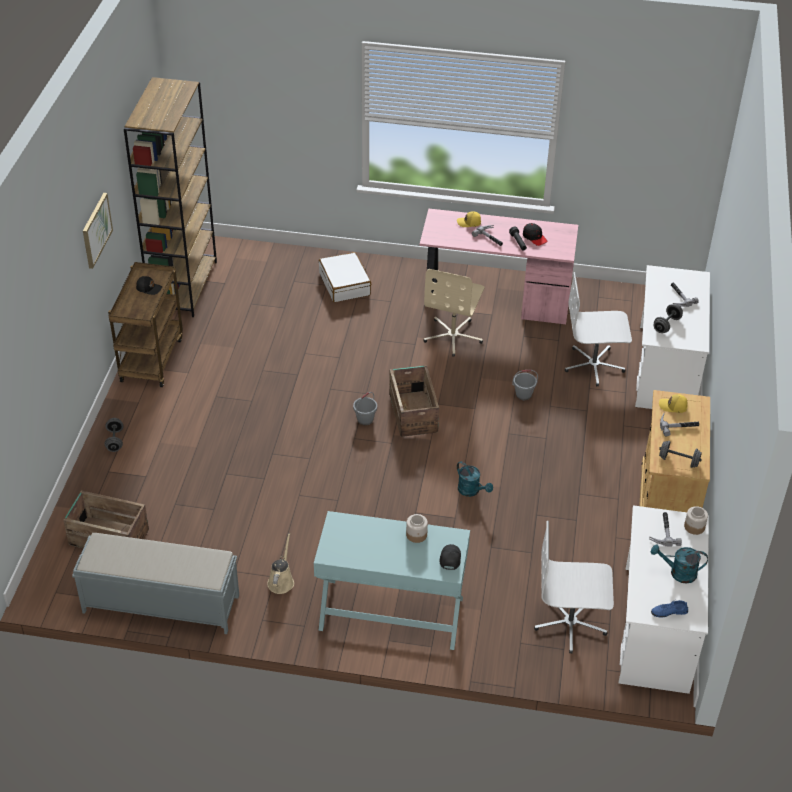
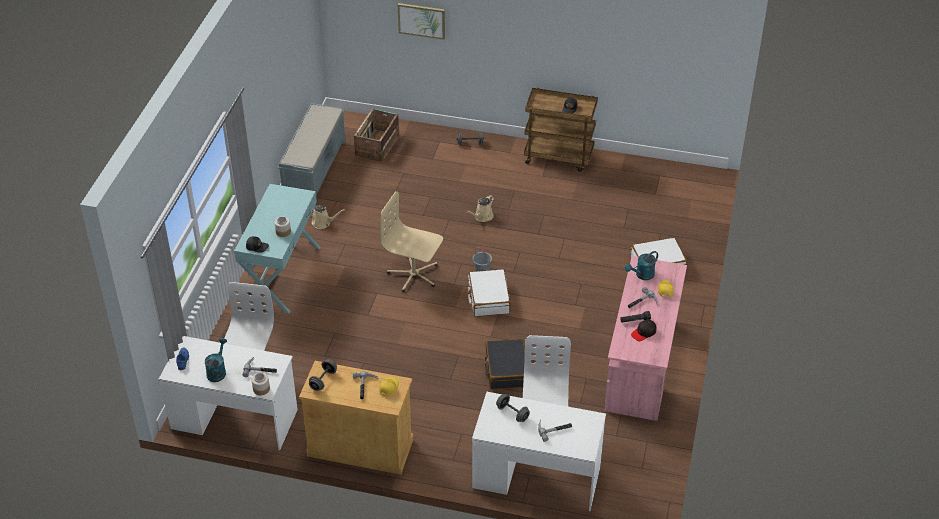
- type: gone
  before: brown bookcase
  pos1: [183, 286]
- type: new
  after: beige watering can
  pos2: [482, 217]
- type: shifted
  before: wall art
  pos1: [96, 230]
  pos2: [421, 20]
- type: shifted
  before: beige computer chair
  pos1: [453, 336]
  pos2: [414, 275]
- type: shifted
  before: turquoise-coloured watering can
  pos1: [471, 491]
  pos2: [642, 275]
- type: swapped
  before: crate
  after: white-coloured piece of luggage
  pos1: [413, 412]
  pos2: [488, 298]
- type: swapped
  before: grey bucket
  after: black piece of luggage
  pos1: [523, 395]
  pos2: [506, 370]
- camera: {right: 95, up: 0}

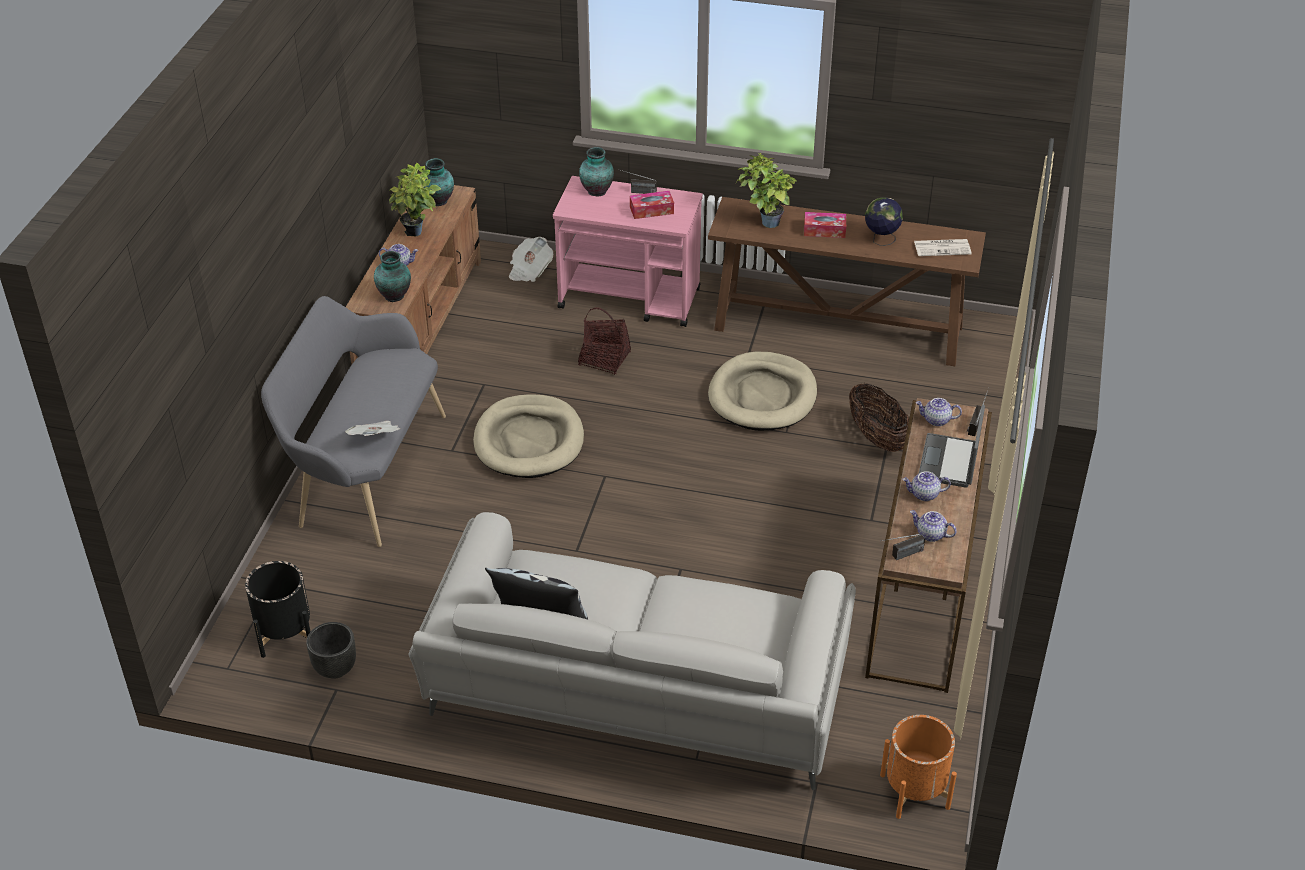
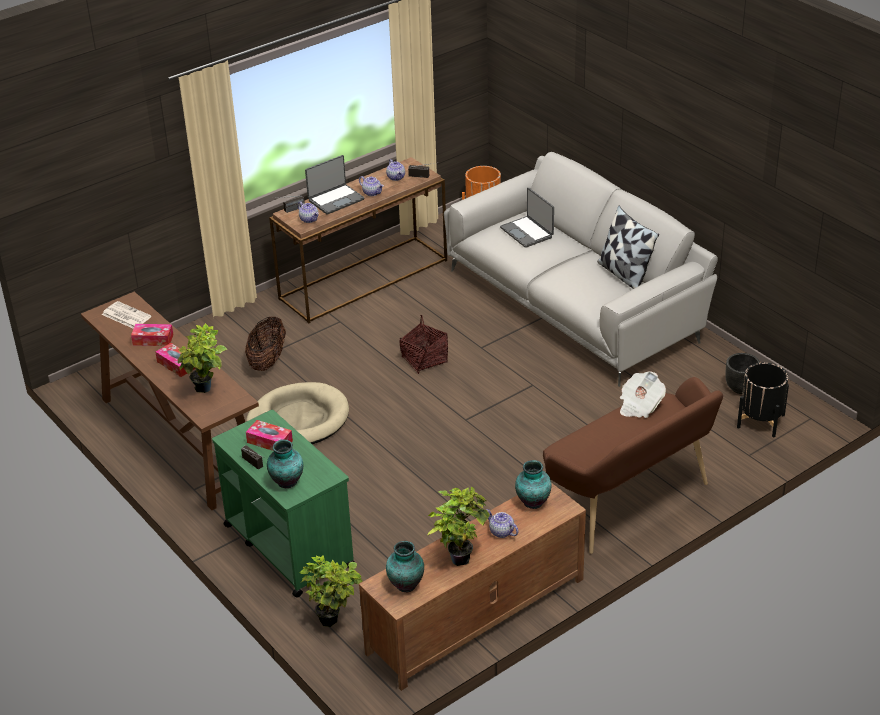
- type: gone
  before: beige dog bed
  pos1: [529, 441]
- type: new
  after: laptop
  pos2: [527, 232]
- type: shifted
  before: basket
  pos1: [604, 359]
  pos2: [424, 360]
- type: swapped
  before: printed paper
  after: houseplant
  pos1: [529, 270]
  pos2: [334, 620]
- type: swapped
  before: world globe
  after: box of tissues
  pos1: [881, 240]
  pos2: [153, 340]
- type: repainted
  before: grey indoor bench
  after: brown indoor bench
  pos1: [365, 471]
  pos2: [629, 503]
- type: repainted
  before: pink wheeled cart
  after: green wheeled cart
  pos1: [630, 299]
  pos2: [288, 545]
- camera: {right: -140, up: -5}

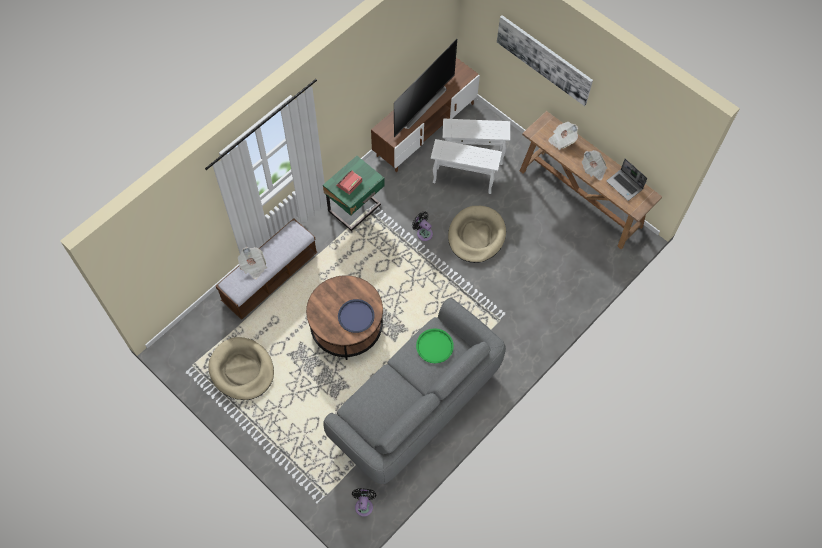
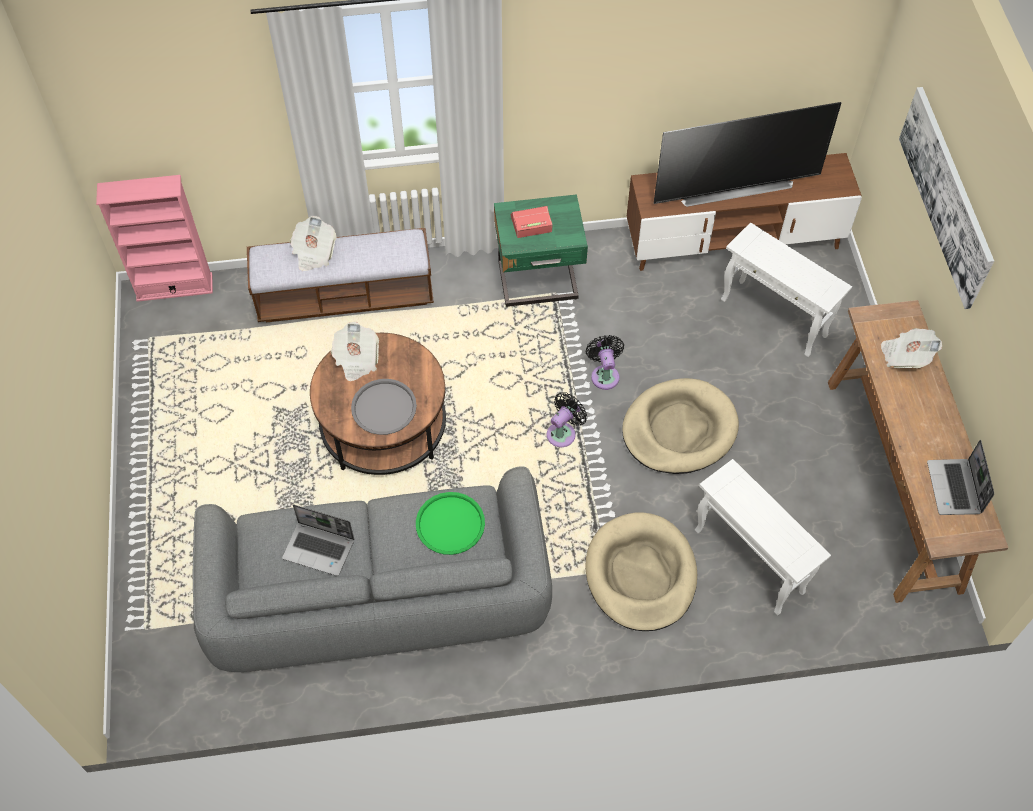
- type: new
  after: pink bookcase
  pos2: [174, 287]
- type: new
  after: laptop
  pos2: [320, 549]
- type: shifted
  before: beige dog bed
  pos1: [242, 370]
  pos2: [640, 574]
- type: shifted
  before: black electric fan
  pos1: [364, 505]
  pos2: [563, 432]
- type: shifted
  before: white-coloured accent table
  pos1: [463, 180]
  pos2: [748, 561]
- type: shifted
  before: printed paper
  pos1: [593, 169]
  pos2: [356, 360]
- type: repainted
  before: bluish serving tray
  after: grey serving tray
  pos1: [356, 316]
  pos2: [384, 407]
- camera: {right: 40, up: -5}

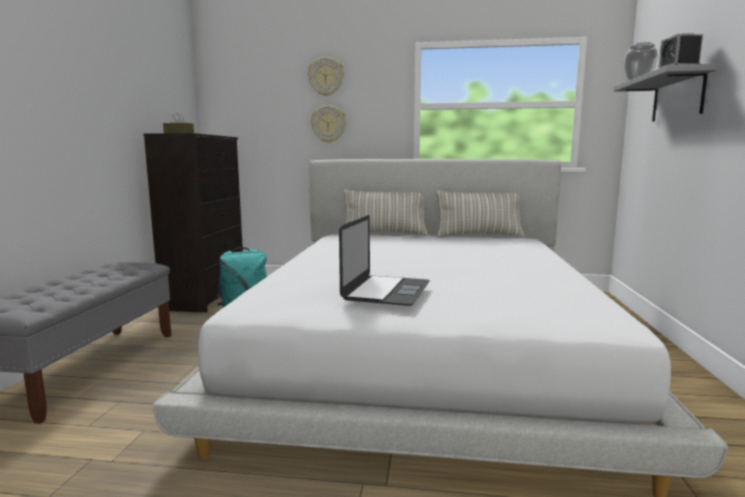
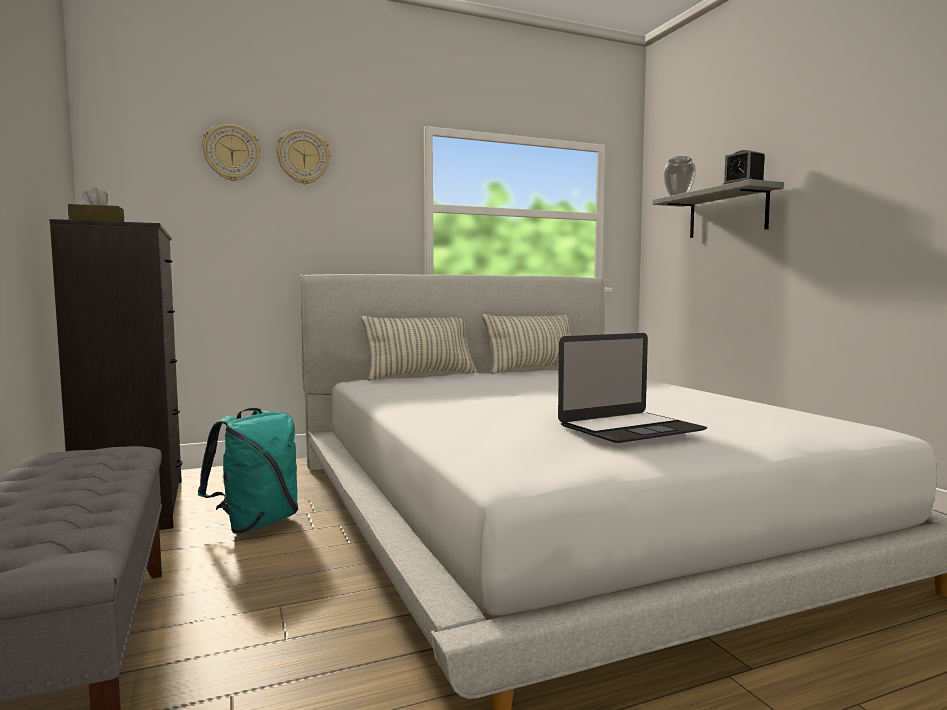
- type: shifted
  before: clock on the wall
  pos1: [328, 124]
  pos2: [231, 153]
- type: rotated
  before: laptop
  pos1: [386, 290]
  pos2: [630, 427]
  turn: 75
- camera: {right: -30, up: -5}

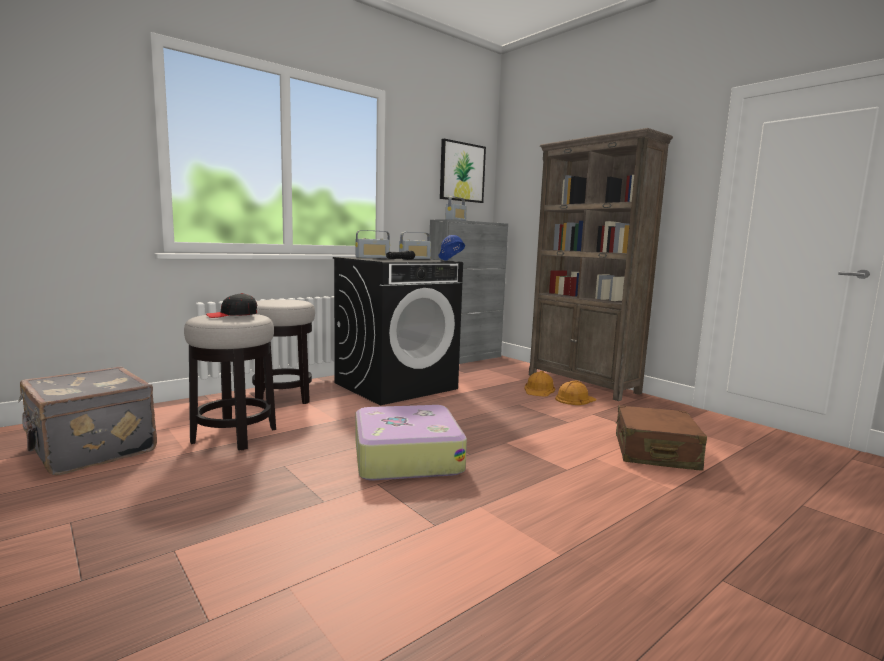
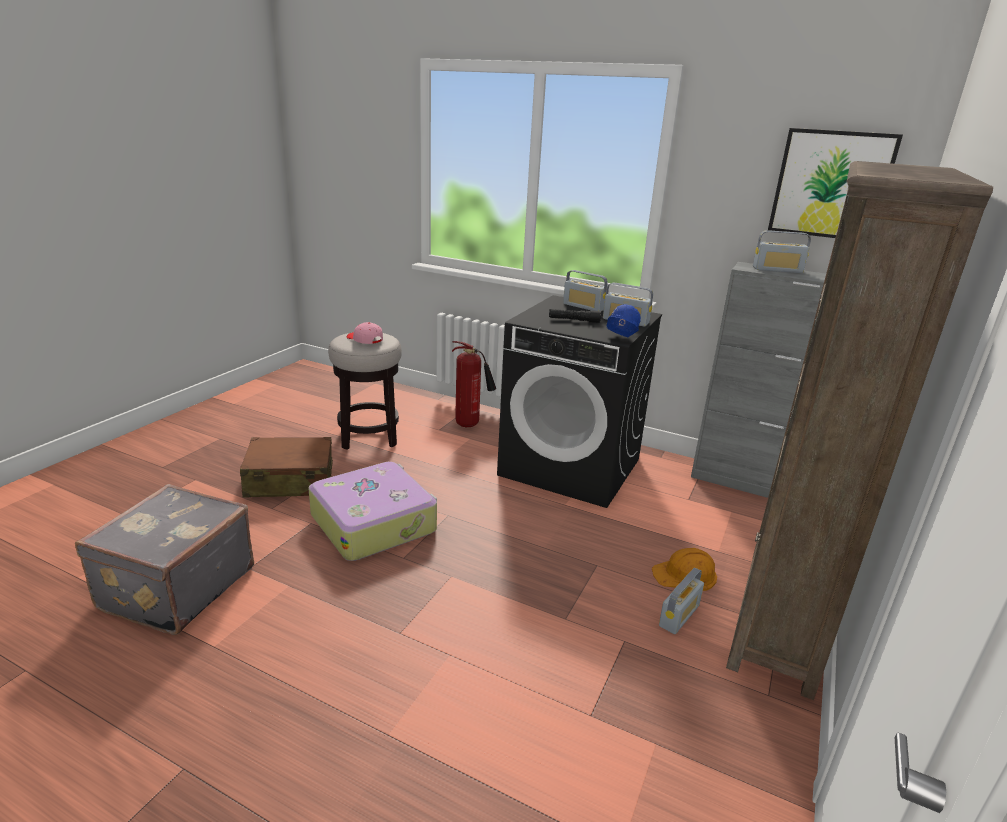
- type: shifted
  before: grey piece of luggage
  pos1: [90, 449]
  pos2: [175, 587]
- type: shifted
  before: brown piece of luggage
  pos1: [655, 452]
  pos2: [289, 480]
- type: swapped
  before: stool seat
  after: fire extinguisher
  pos1: [282, 398]
  pos2: [470, 425]
- type: swapped
  before: orange work helmet
  after: radio
  pos1: [574, 399]
  pos2: [679, 615]
- type: repainted
  before: black cap
  after: pink cap
  pos1: [233, 315]
  pos2: [364, 339]
- camera: {right: 65, up: 15}

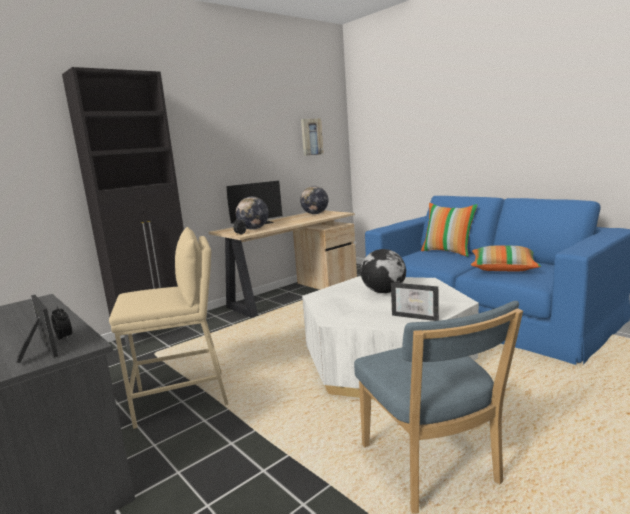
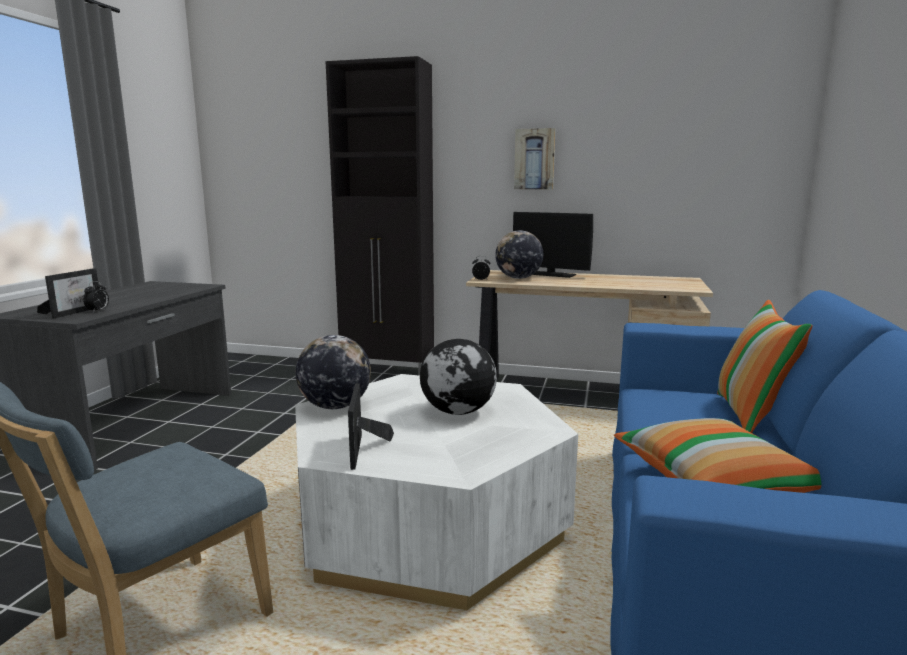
- type: gone
  before: beige stool seat
  pos1: [182, 398]
- type: shifted
  before: world globe
  pos1: [315, 214]
  pos2: [335, 406]
- type: shifted
  before: wall art
  pos1: [311, 137]
  pos2: [534, 159]
- camera: {right: 55, up: 0}

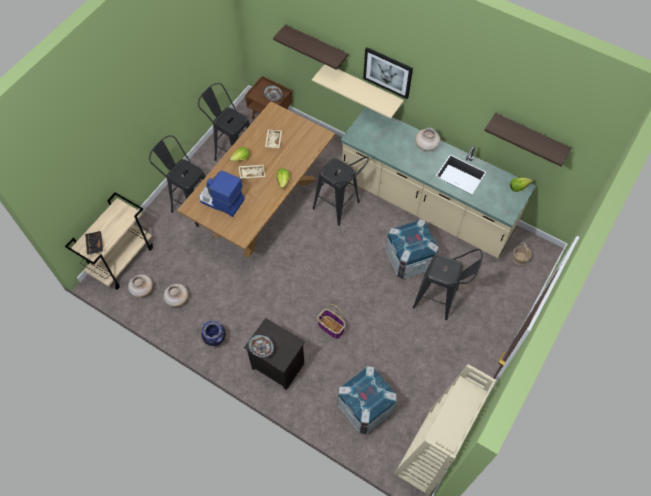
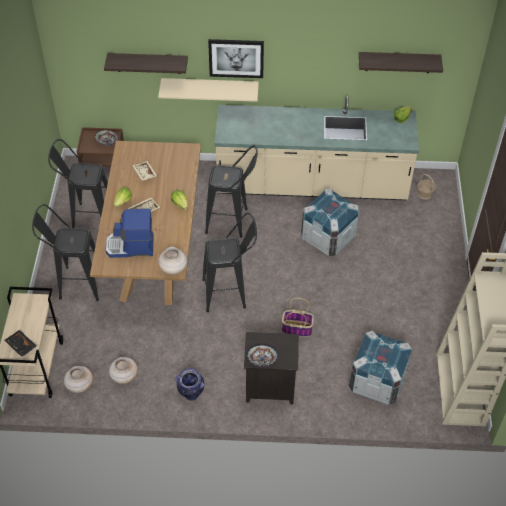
- type: shifted
  before: black stool seat
  pos1: [440, 300]
  pos2: [230, 293]
- type: shifted
  before: beige decorative vase
  pos1: [426, 146]
  pos2: [173, 268]
- camera: {right: -30, up: -10}

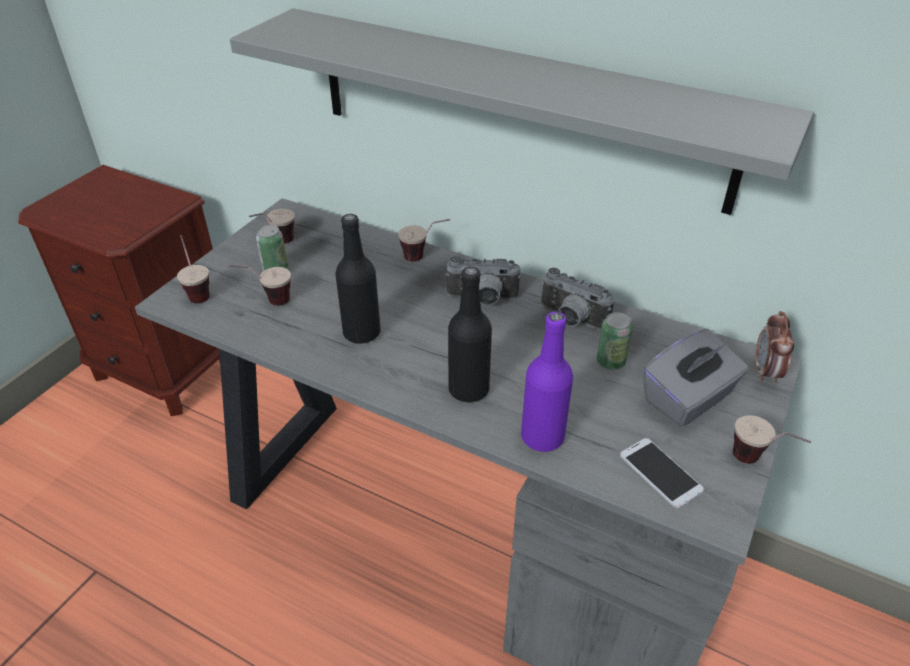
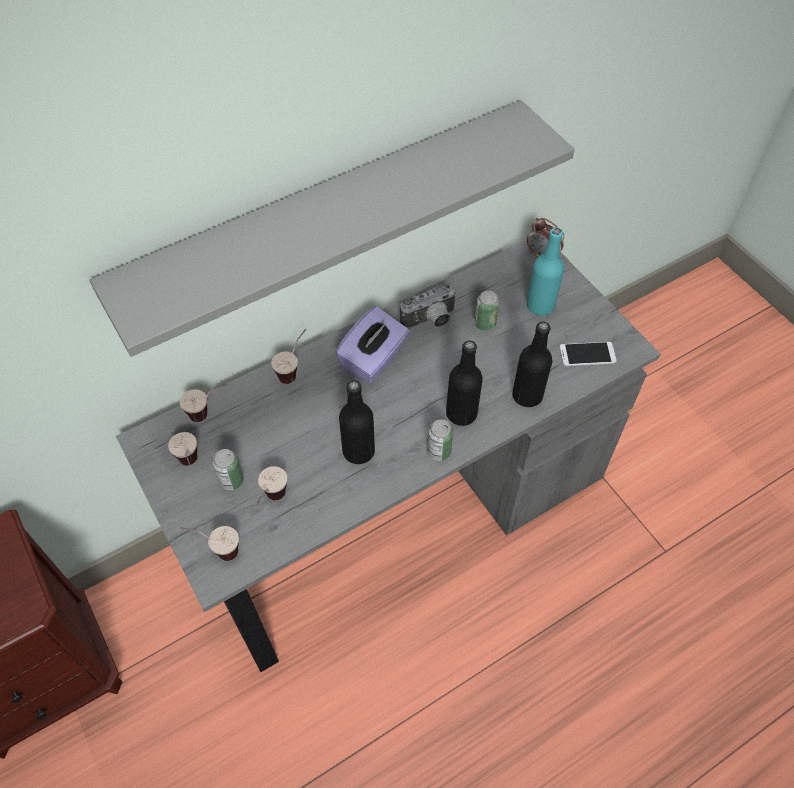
- type: new
  after: sealed can
  pos2: [439, 451]
- type: shifted
  before: small cup
  pos1: [759, 463]
  pos2: [209, 413]
- type: swapped
  before: photo camera
  after: purplish box of tissues
  pos1: [482, 300]
  pos2: [373, 359]
- type: swapped
  before: grey box of tissues
  after: turquoise-coloured beverage bottle
  pos1: [688, 399]
  pos2: [540, 305]
- type: repainted
  before: purplish beverage bottle
  after: black beverage bottle
  pos1: [542, 437]
  pos2: [527, 395]
- camera: {right: -60, up: 15}

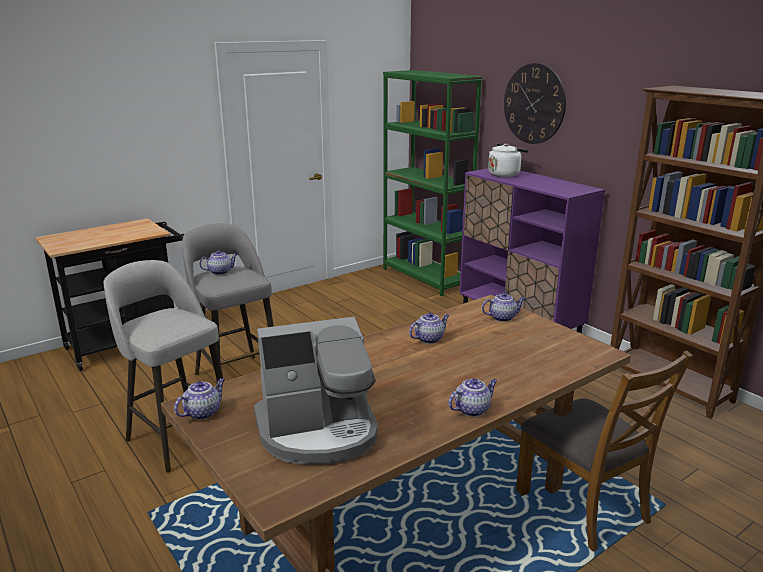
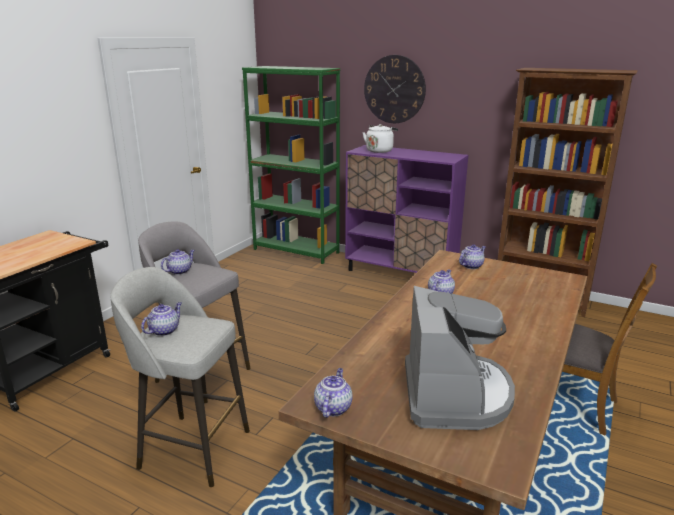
- type: shifted
  before: teapot
  pos1: [472, 409]
  pos2: [164, 330]
- type: rotated
  before: coffee machine
  pos1: [318, 431]
  pos2: [455, 394]
  turn: -45
- camera: {right: -25, up: 0}

